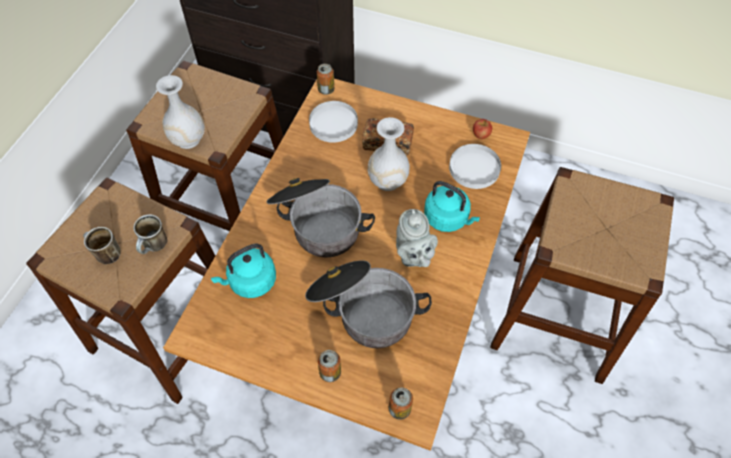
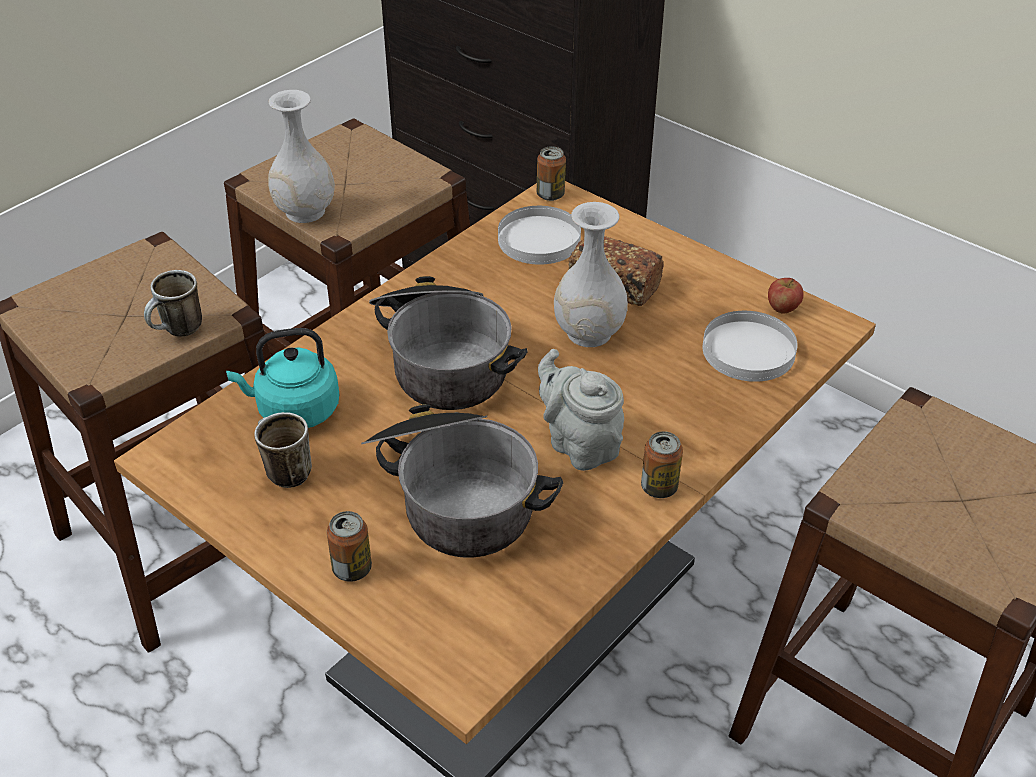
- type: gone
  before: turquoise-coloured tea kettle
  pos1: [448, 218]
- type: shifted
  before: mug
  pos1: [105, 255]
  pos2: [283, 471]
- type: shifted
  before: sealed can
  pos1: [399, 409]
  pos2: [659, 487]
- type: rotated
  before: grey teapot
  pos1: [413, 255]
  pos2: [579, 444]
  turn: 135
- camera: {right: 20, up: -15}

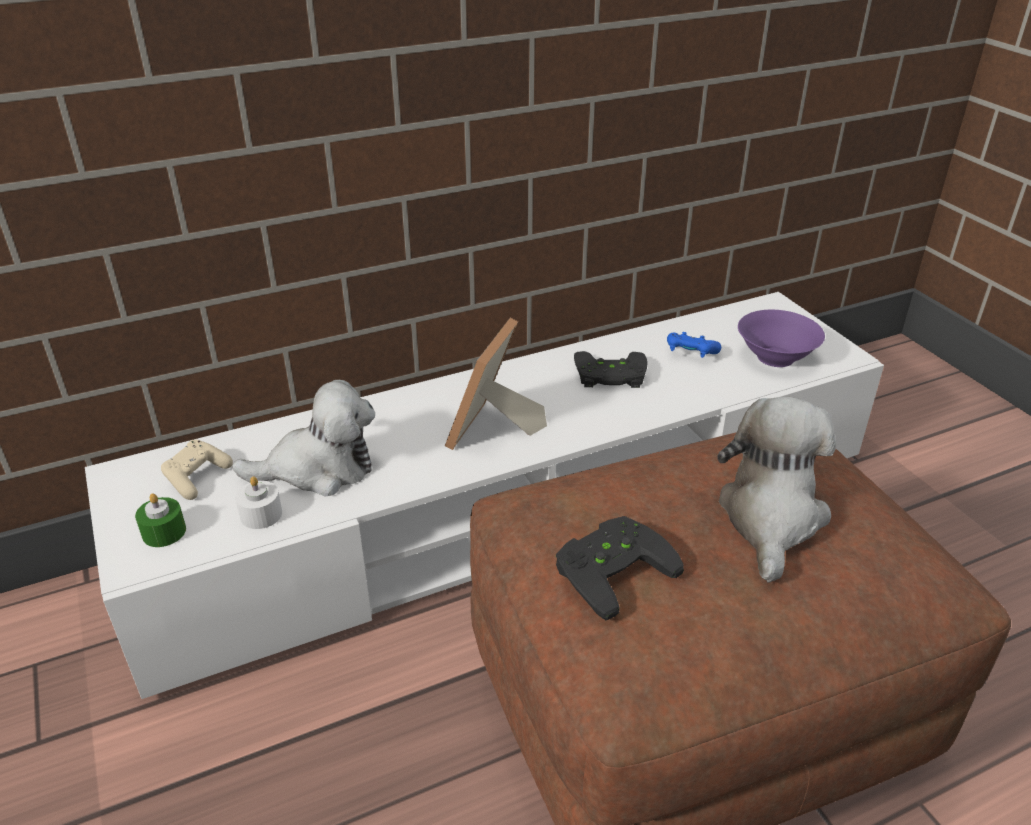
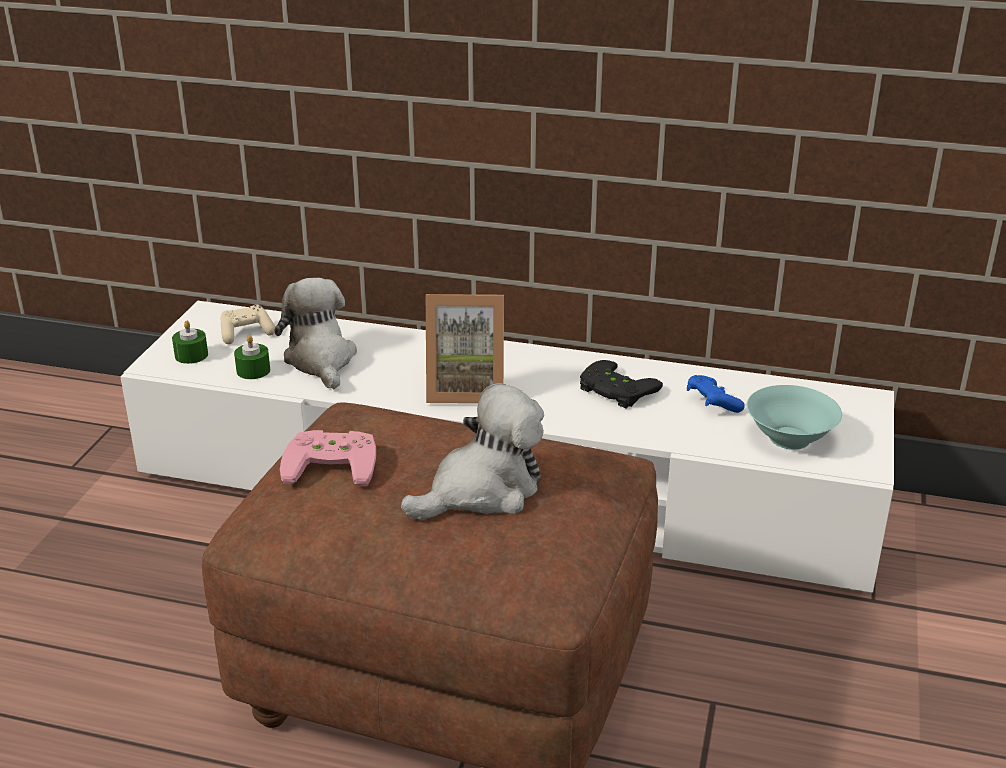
- type: repainted
  before: white-coloured wax candle
  after: green wax candle
  pos1: [261, 514]
  pos2: [253, 370]
- type: repainted
  before: black game controller
  after: pink game controller
  pos1: [610, 567]
  pos2: [333, 462]
- type: repainted
  before: purplish serving bowl
  after: turquoise-coloured serving bowl
  pos1: [774, 356]
  pos2: [789, 437]
- type: rotated
  before: plush toy
  pos1: [319, 469]
  pos2: [321, 360]
  turn: -135
- type: rotated
  before: picture frame
  pos1: [493, 432]
  pos2: [465, 388]
  turn: -150
- camera: {right: 40, up: -5}

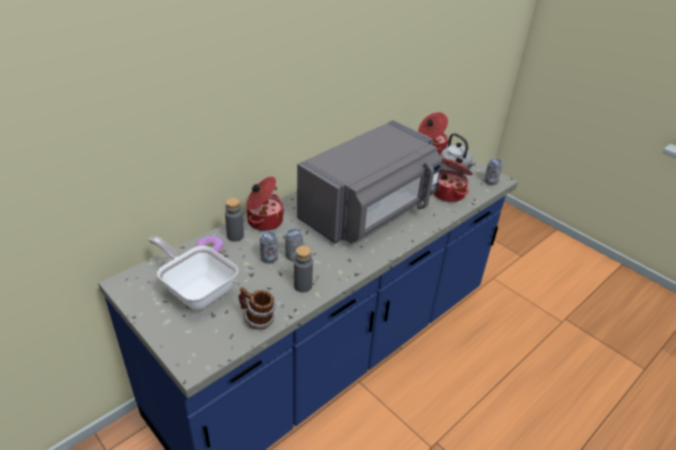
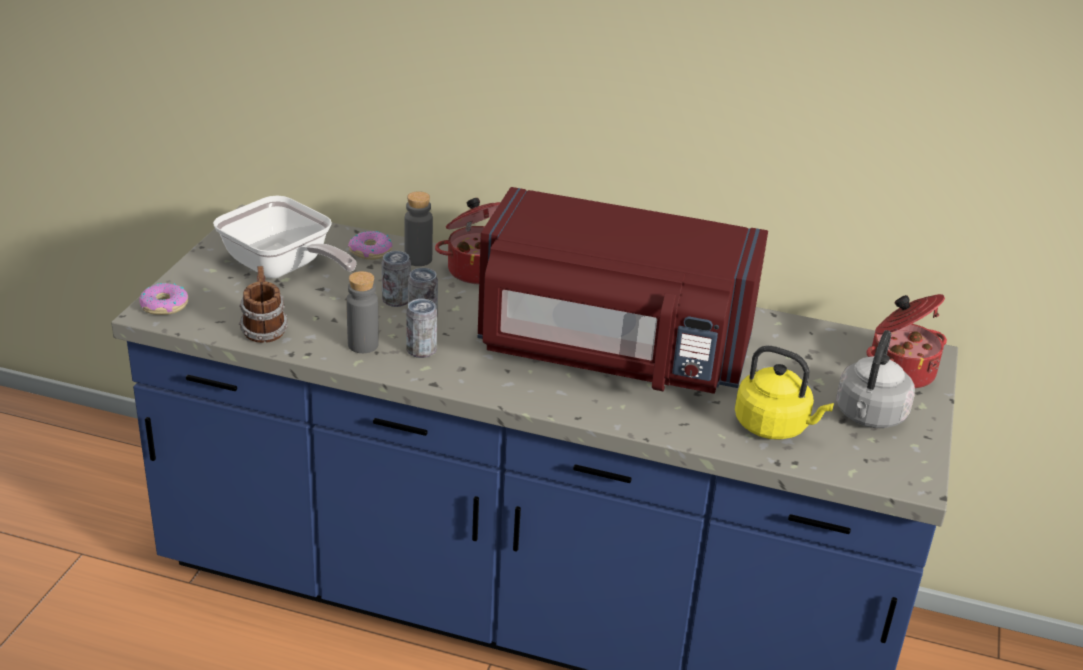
- type: new
  after: ring doughnut
  pos2: [164, 306]
- type: shifted
  before: sealed can
  pos1: [490, 182]
  pos2: [421, 350]
- type: swapped
  before: saucepot
  after: yellow-coloured tea kettle
  pos1: [449, 194]
  pos2: [775, 426]
- type: repainted
  before: grey kitchen microwave
  after: reddish kitchen microwave
  pos1: [370, 212]
  pos2: [610, 354]
- type: rotated
  before: frying pan
  pos1: [196, 290]
  pos2: [283, 269]
  turn: 120
- camera: {right: 60, up: -5}

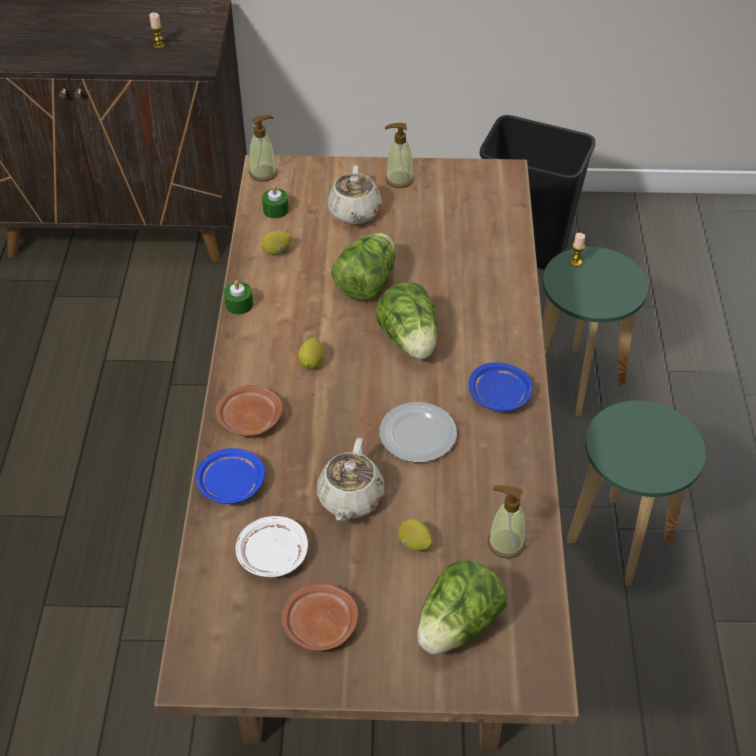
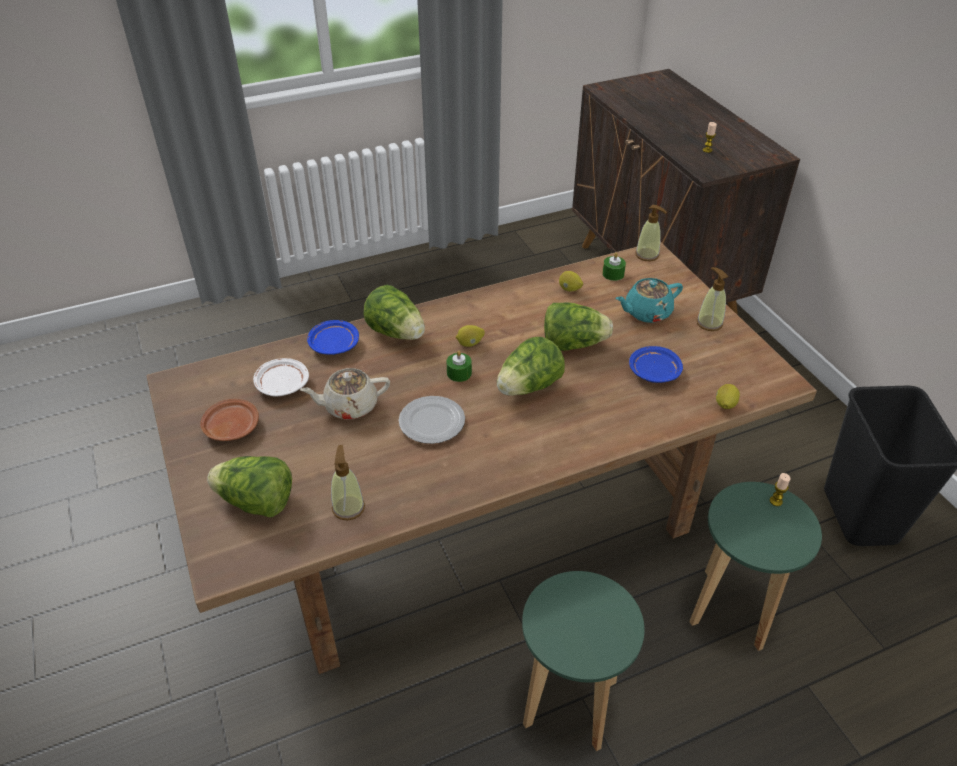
- type: shifted
  before: green wax candle
  pos1: [239, 304]
  pos2: [459, 373]
- type: shifted
  before: whole lemon
  pos1: [414, 544]
  pos2: [725, 405]
- type: shifted
  before: bluish plate
  pos1: [500, 395]
  pos2: [654, 372]
- type: swapped
  before: brown plate
  after: head of lettuce
  pos1: [249, 419]
  pos2: [396, 333]
- type: repainted
  before: beige teapot
  after: turquoise-coloured teapot
  pos1: [354, 213]
  pos2: [646, 312]
- camera: {right: 65, up: -5}

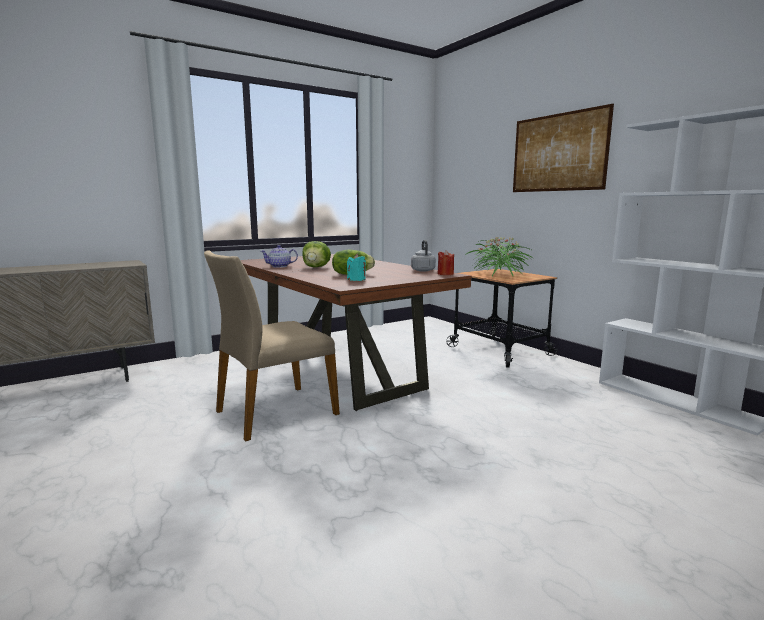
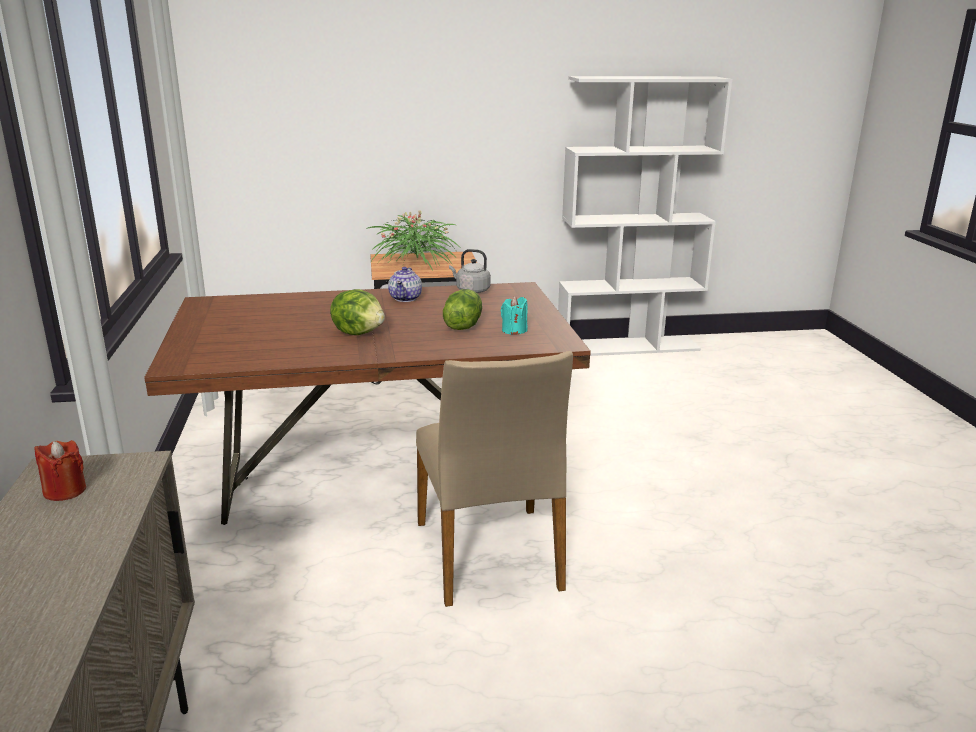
- type: gone
  before: wall art
  pos1: [558, 152]
- type: shifted
  before: teapot
  pos1: [280, 266]
  pos2: [406, 298]
- type: shifted
  before: reddish wax candle
  pos1: [445, 274]
  pos2: [65, 491]
- camera: {right: -65, up: 10}

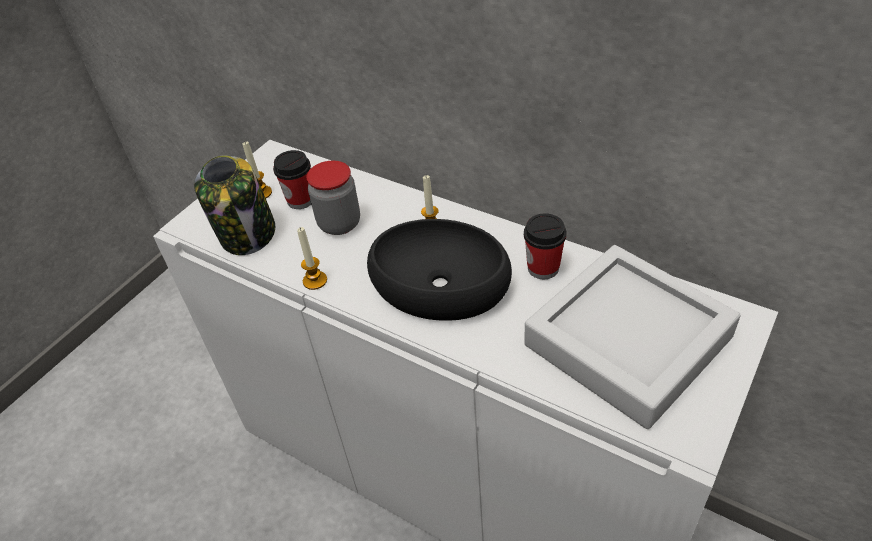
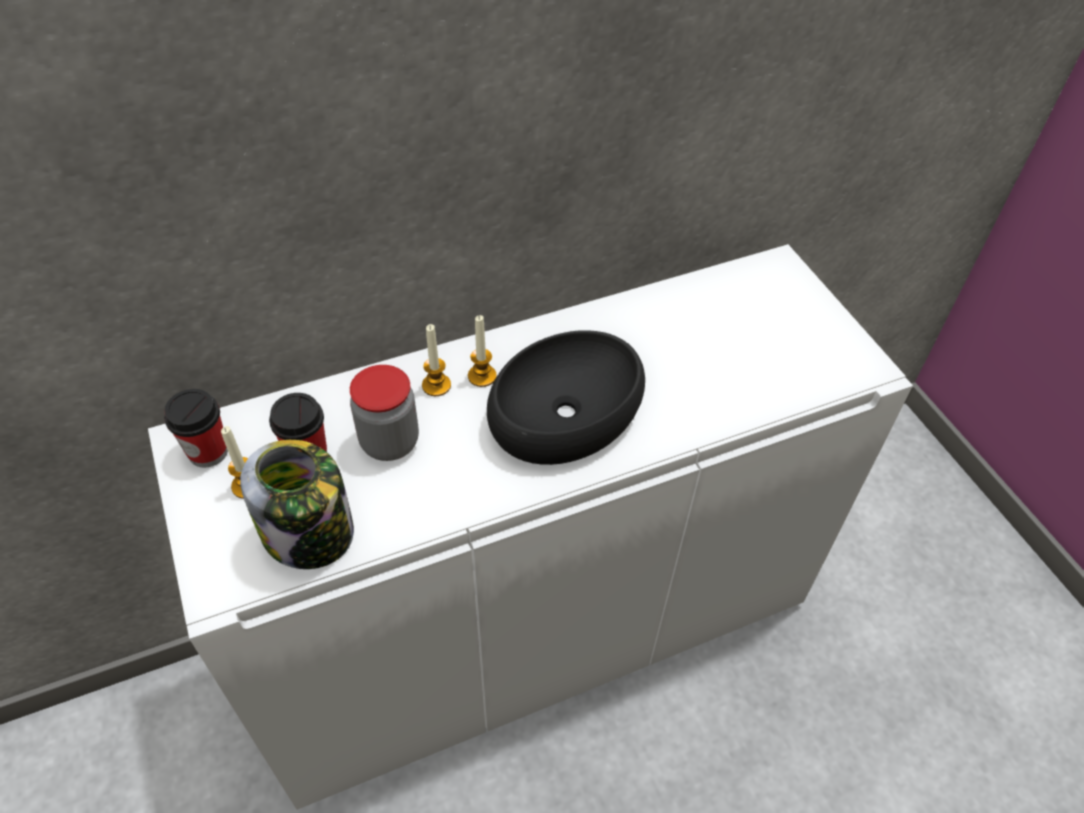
- type: gone
  before: grey serving tray
  pos1: [627, 341]
- type: shifted
  before: wax candle
  pos1: [315, 281]
  pos2: [436, 385]
- type: shifted
  before: small cup
  pos1: [543, 268]
  pos2: [208, 451]
- camera: {right: -60, up: 5}

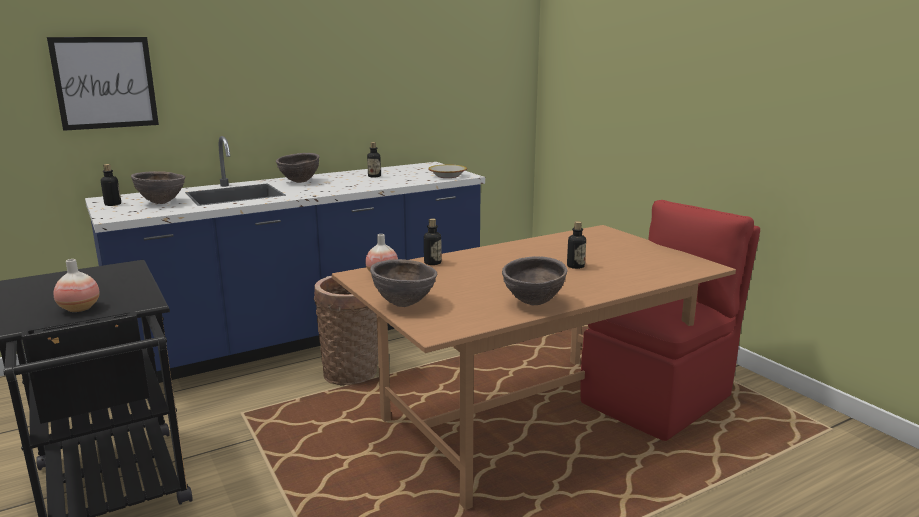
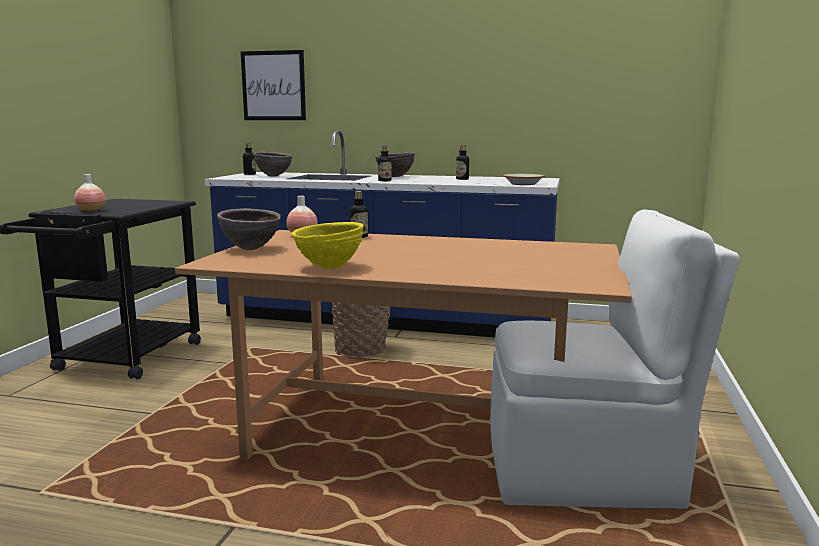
- type: shifted
  before: beverage bottle
  pos1: [575, 266]
  pos2: [384, 181]
- type: repainted
  before: brown serving bowl
  after: yellow-coloured serving bowl
  pos1: [533, 303]
  pos2: [329, 267]
- type: repainted
  before: reddish chair
  after: white-coloured chair
  pos1: [659, 398]
  pos2: [586, 472]
- camera: {right: 45, up: -5}

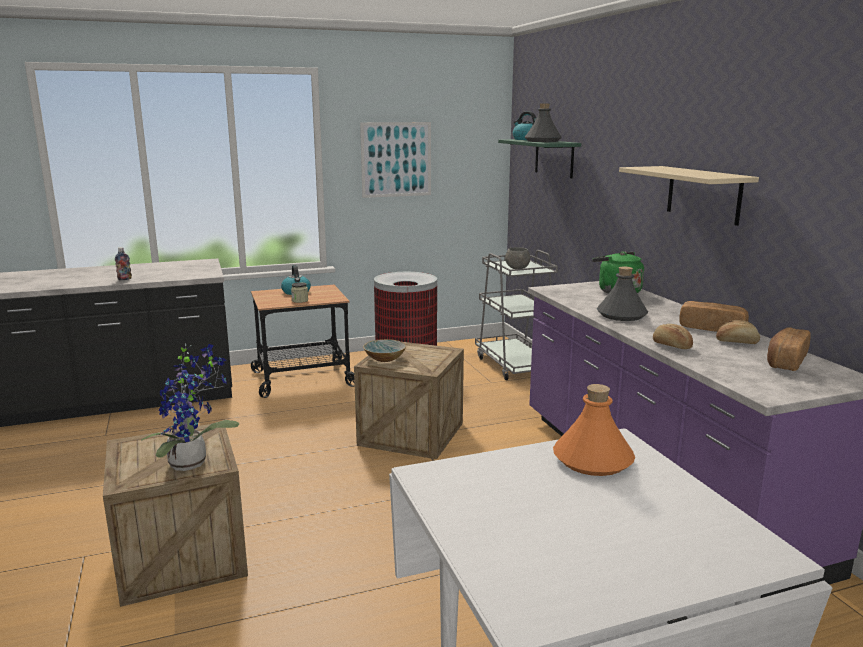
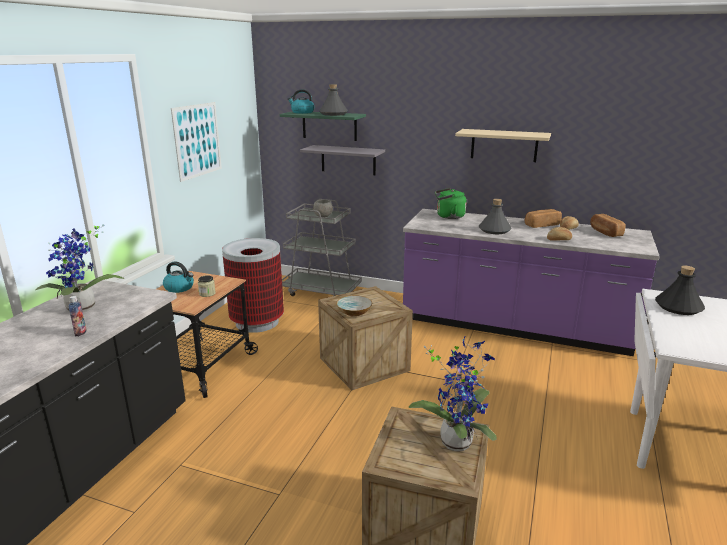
- type: new
  after: houseplant
  pos2: [82, 310]
- type: new
  after: grey bracket shelf
  pos2: [348, 160]
- type: repainted
  before: orange beverage bottle
  after: black beverage bottle
  pos1: [593, 460]
  pos2: [678, 307]
- camera: {right: -50, up: 5}

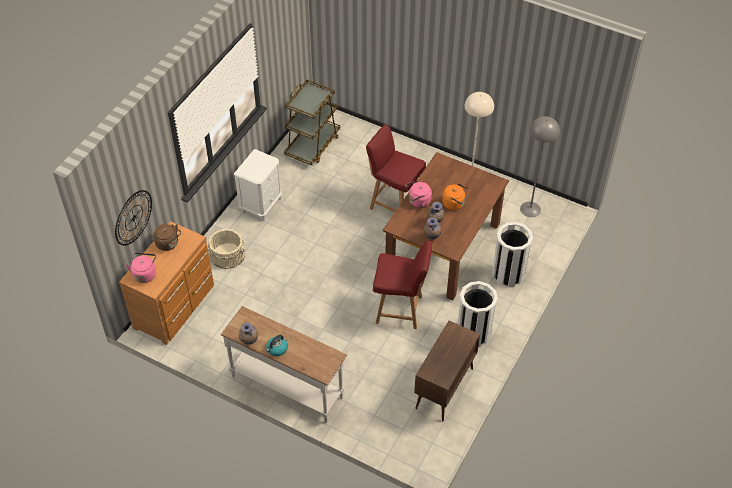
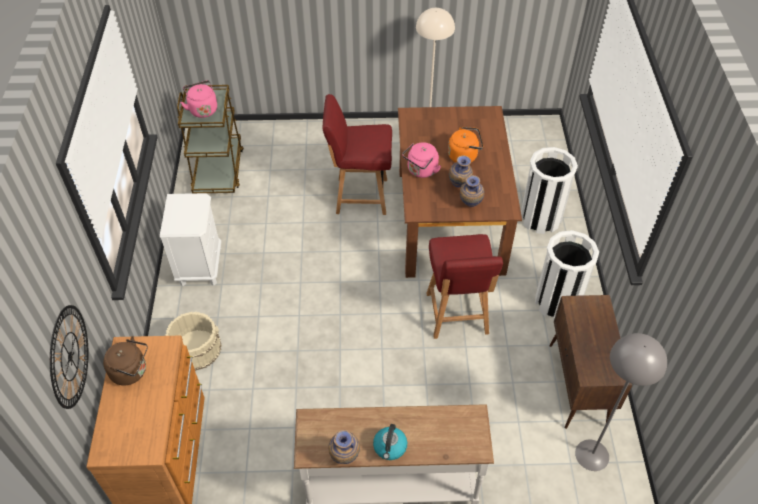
- type: shifted
  before: pink tea kettle
  pos1: [145, 273]
  pos2: [202, 109]
- type: shifted
  before: grey standard lamp
  pos1: [530, 209]
  pos2: [592, 454]
- type: rotated
  before: reddish chair
  pos1: [400, 310]
  pos2: [457, 315]
  turn: 105
- camera: {right: -30, up: 0}

